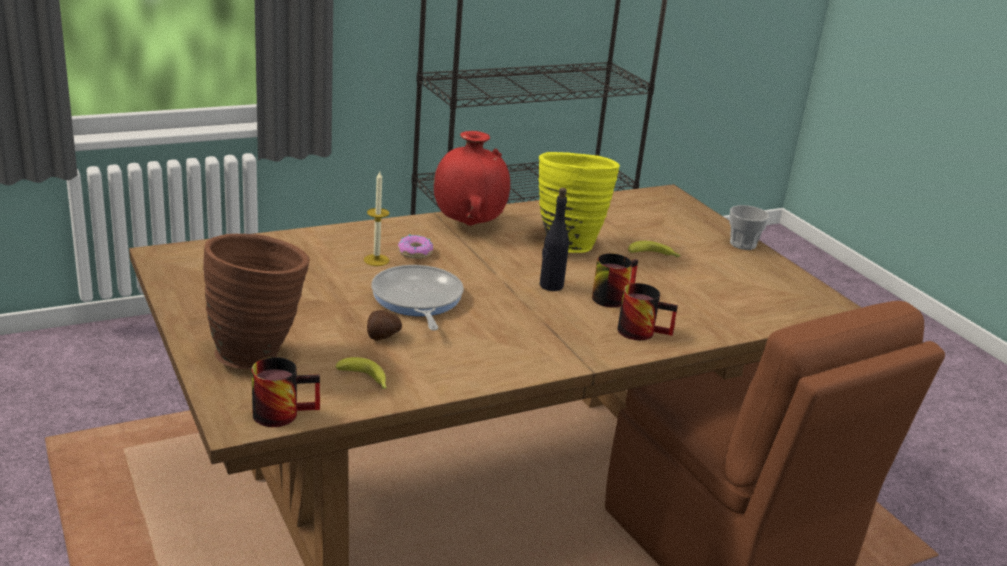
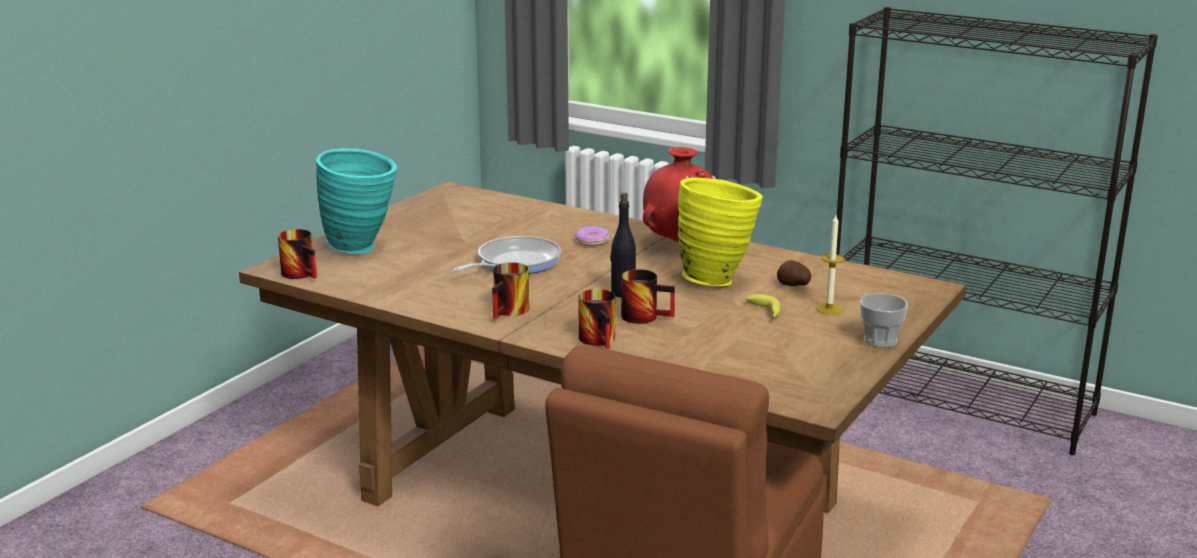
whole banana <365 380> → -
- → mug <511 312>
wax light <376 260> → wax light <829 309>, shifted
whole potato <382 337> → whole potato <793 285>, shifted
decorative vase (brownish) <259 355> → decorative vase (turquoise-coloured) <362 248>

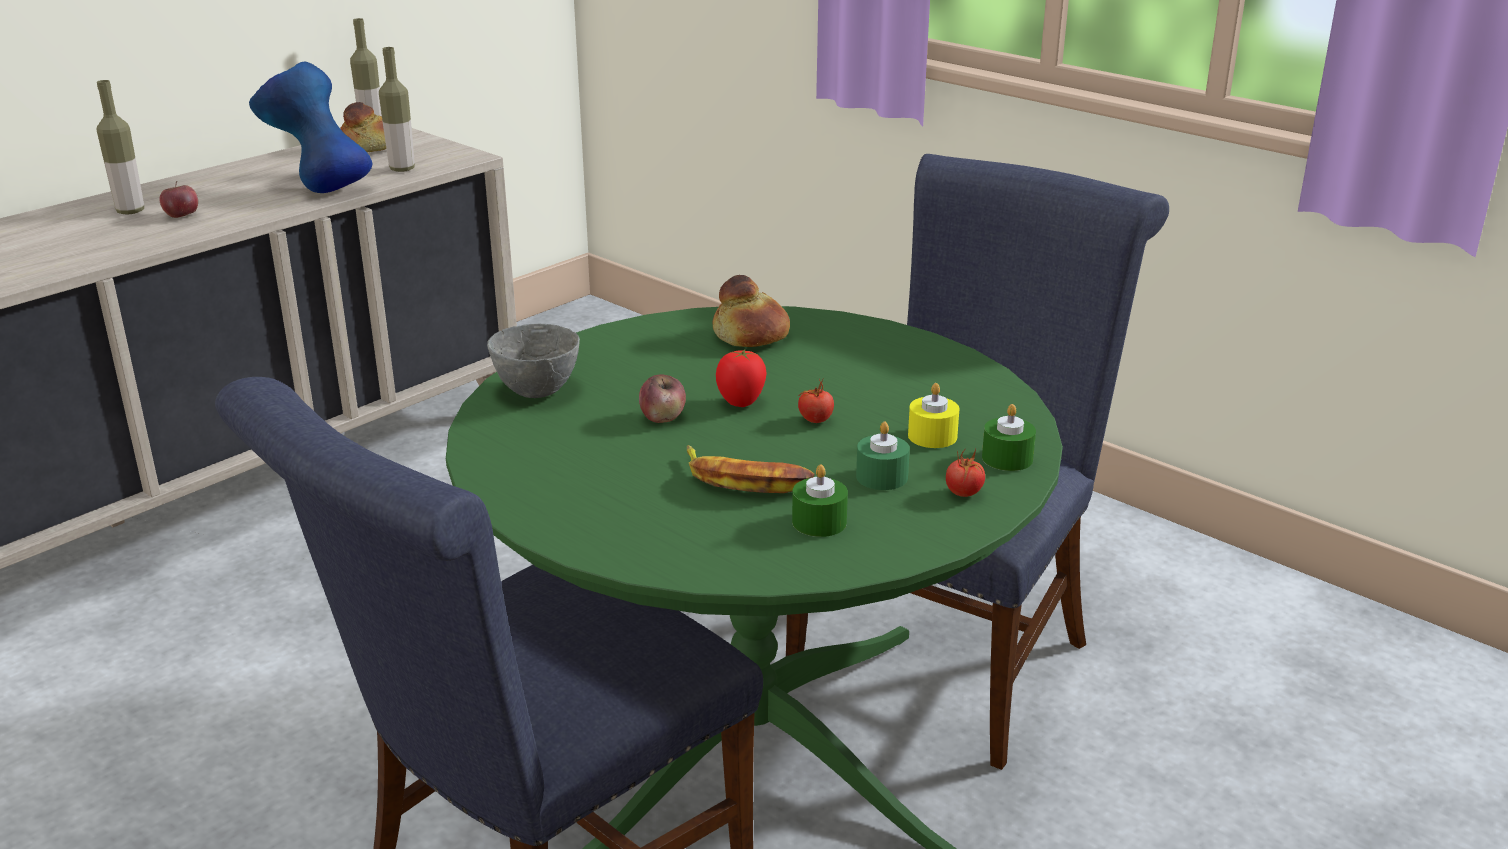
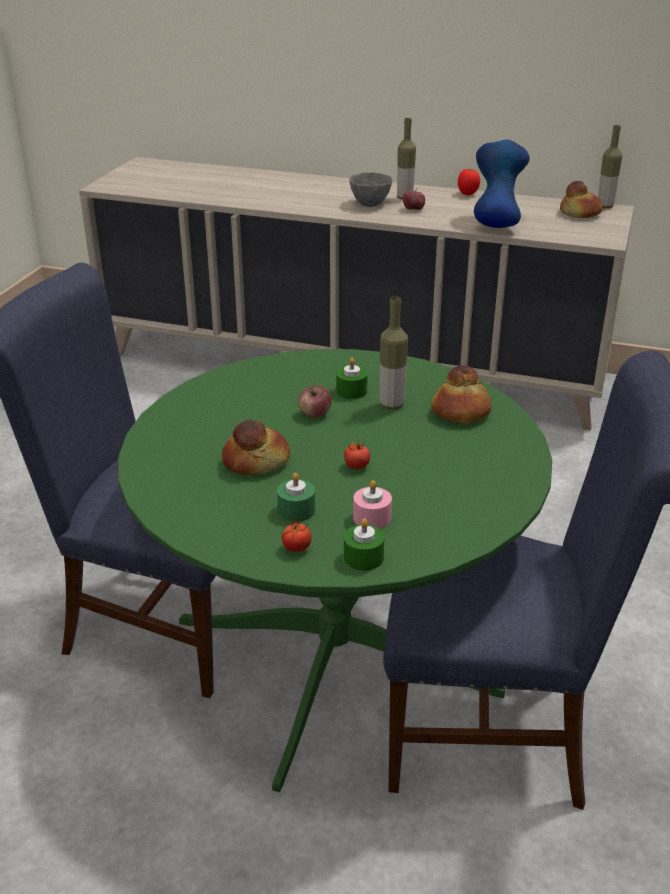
drink bottle <402 169> → drink bottle <391 405>, shifted
serving bowl (greyish) <535 391> → serving bowl (greyish) <369 204>, shifted
fresh tomato <741 403> → fresh tomato <467 194>, shifted
wax light (green-coloured) <819 522> → wax light (green-coloured) <351 391>, shifted
whole banana <745 479> → baked bread <256 461>
wax light (yellowish) <932 436> → wax light (pinkish) <372 518>

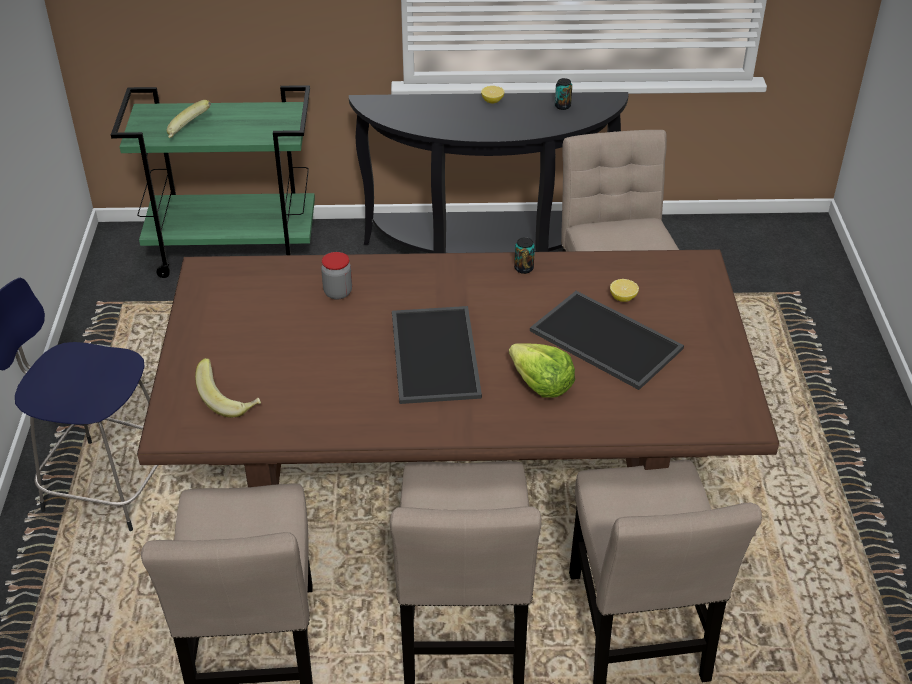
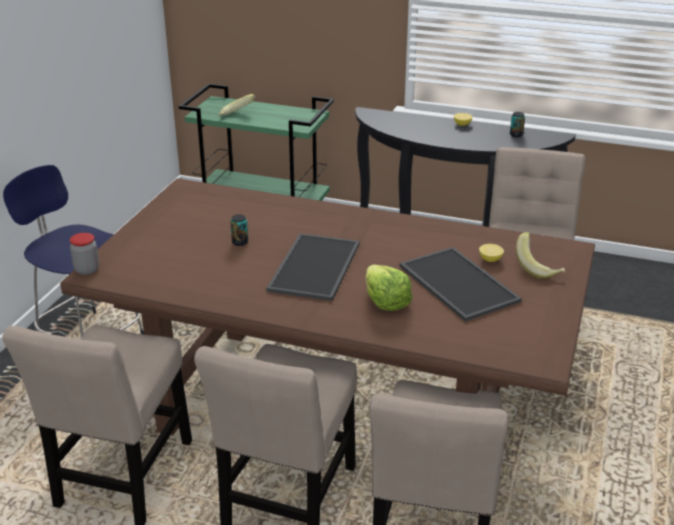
whole banana <230 400> → whole banana <538 268>, shifted
jar <338 292> → jar <87 269>, shifted
sealed can <523 268> → sealed can <240 242>, shifted

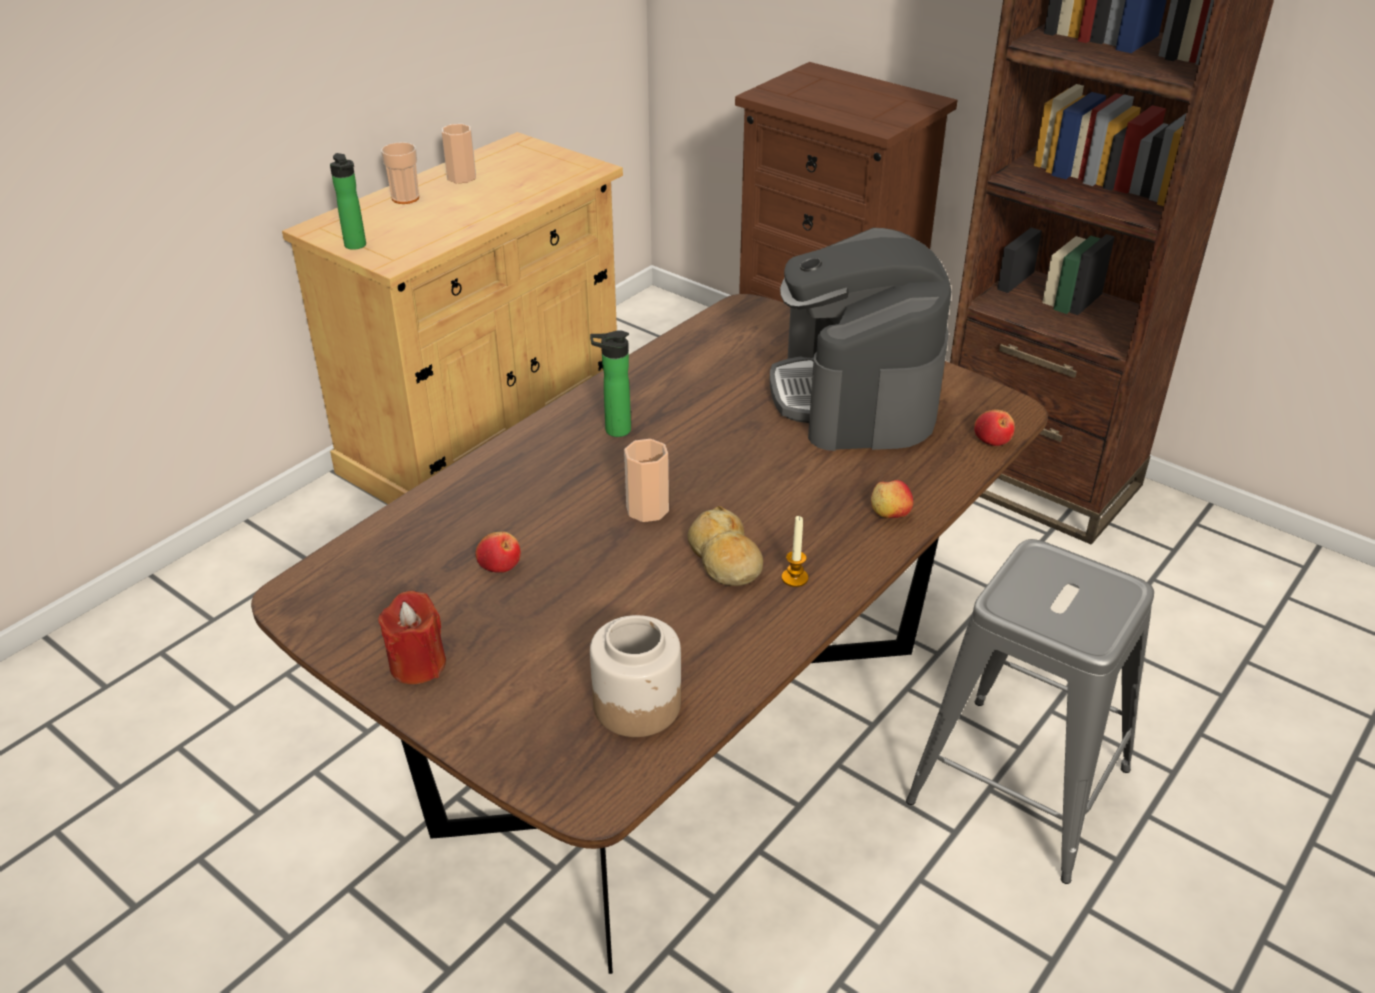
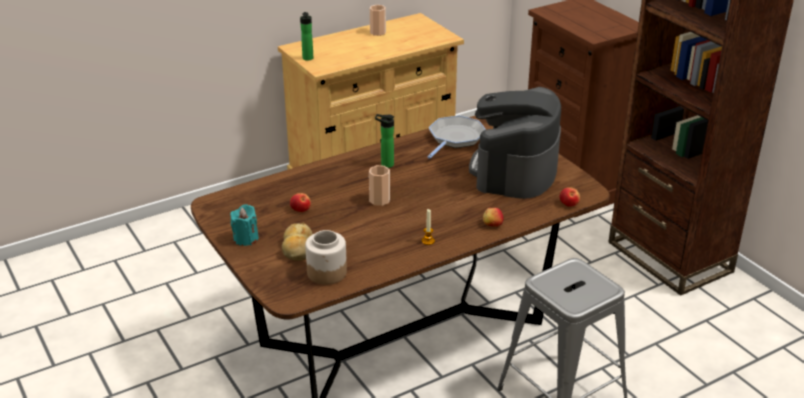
cup <405 198> → -
- → skillet <455 138>
baked bread <724 560> → baked bread <297 248>, shifted
wax light (red) <417 664> → wax light (turquoise-coloured) <246 239>

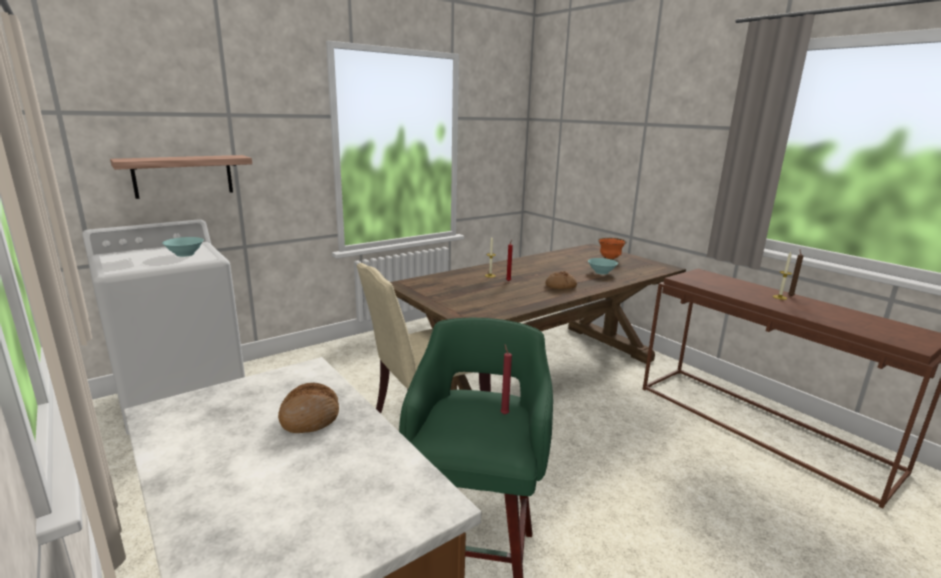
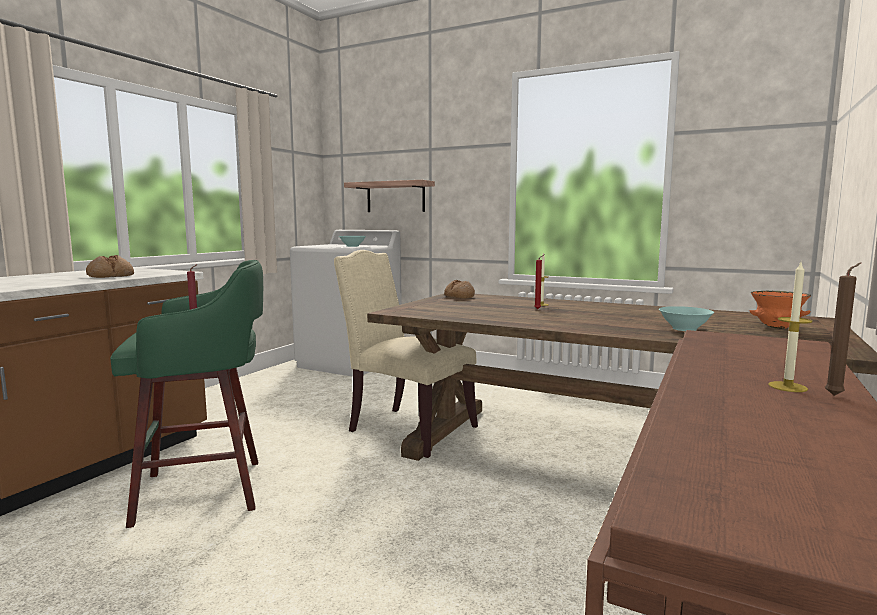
baked bread <560 286> → baked bread <459 297>, shifted

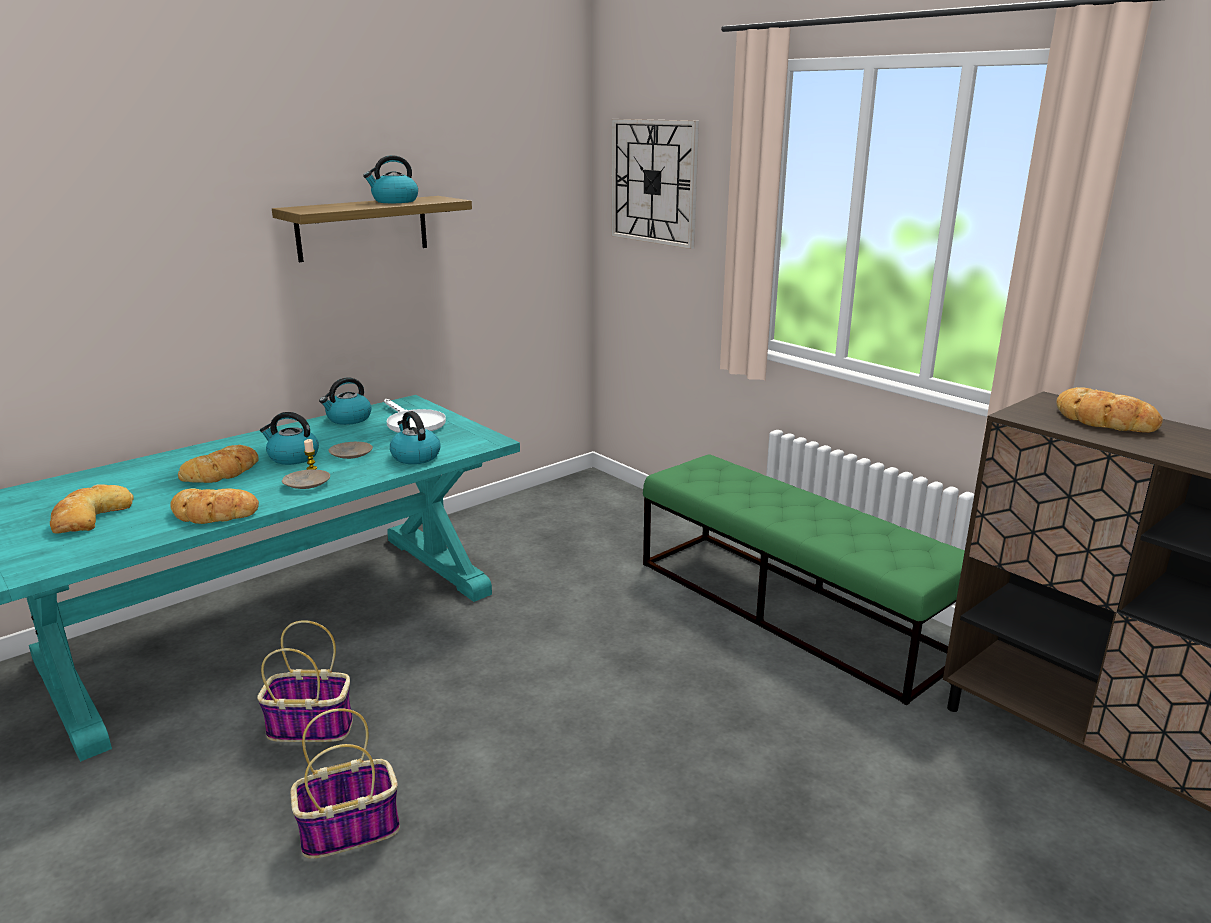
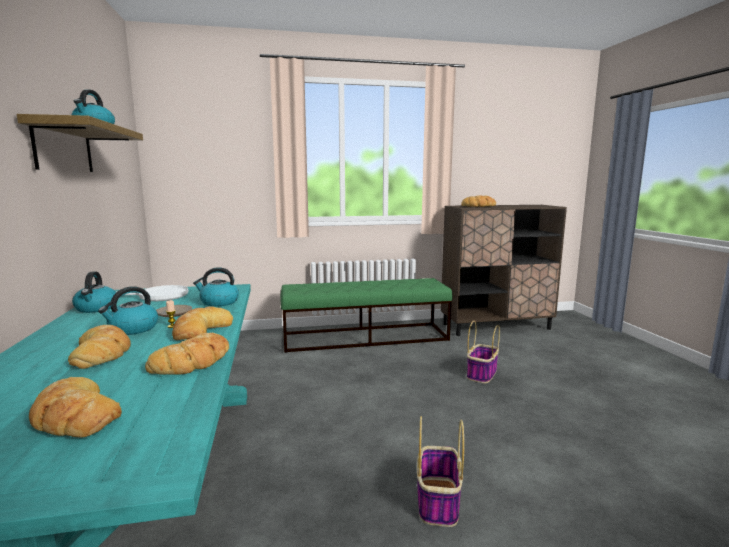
wall clock <654 182> → -
basket <312 727> → basket <481 374>, shifted
flat dish (sand-coloured) <306 484> → baked bread <201 330>

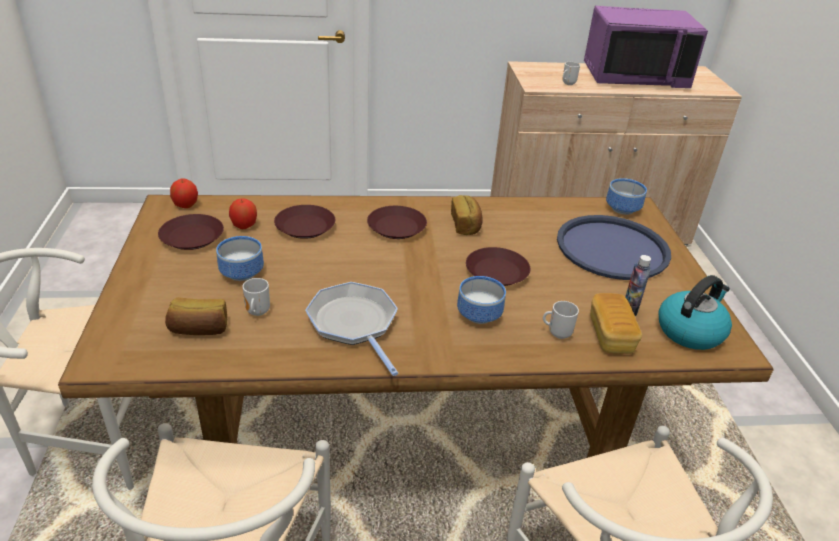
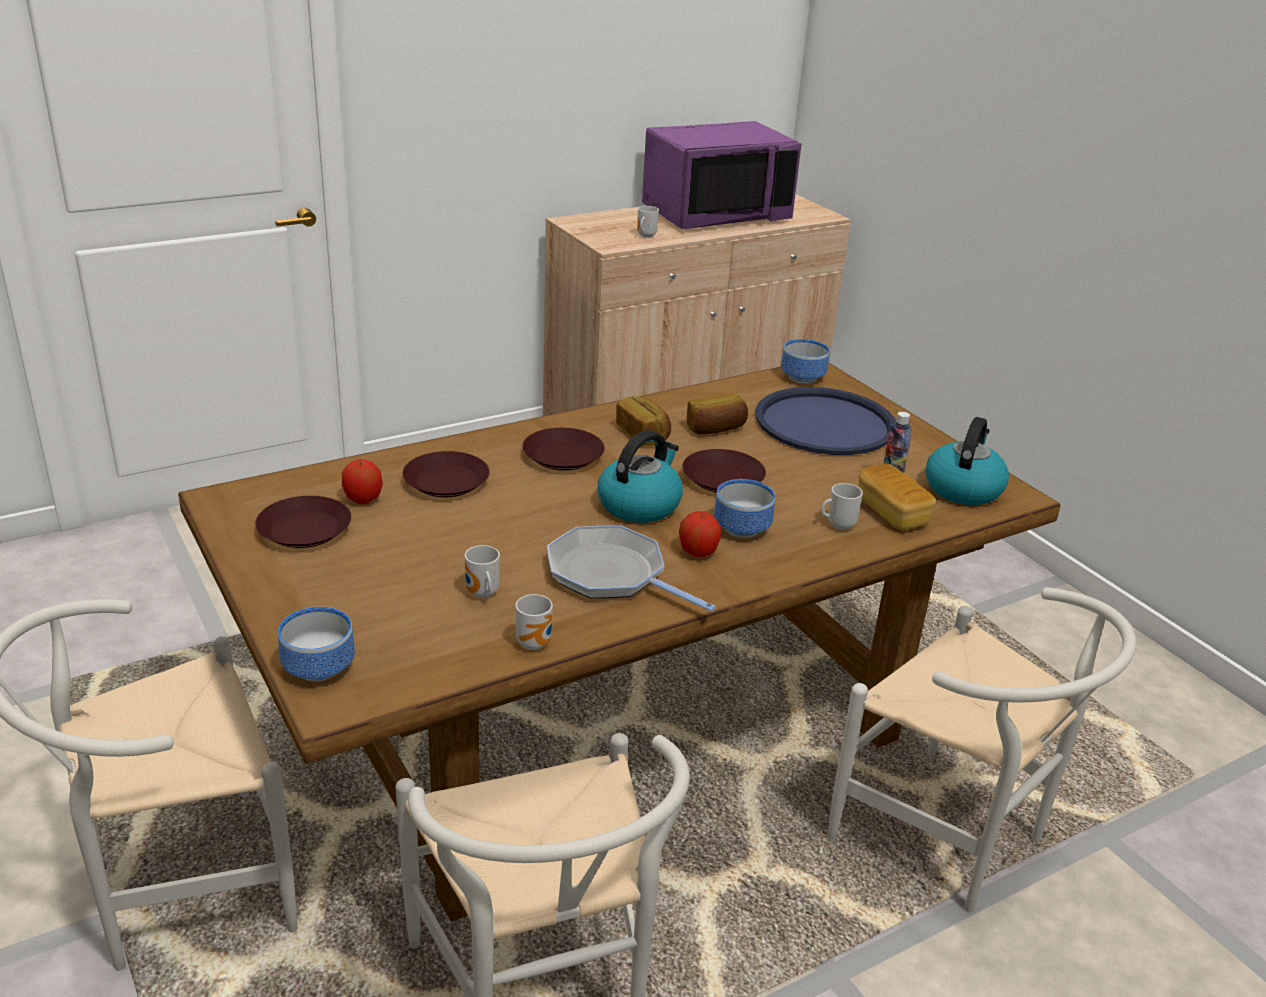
- → mug <536 643>
- → kettle <639 504>
baked bread <199 329> → baked bread <716 429>, shifted
apple fruit <186 205> → apple fruit <698 552>, shifted
serving bowl <241 274> → serving bowl <319 670>, shifted

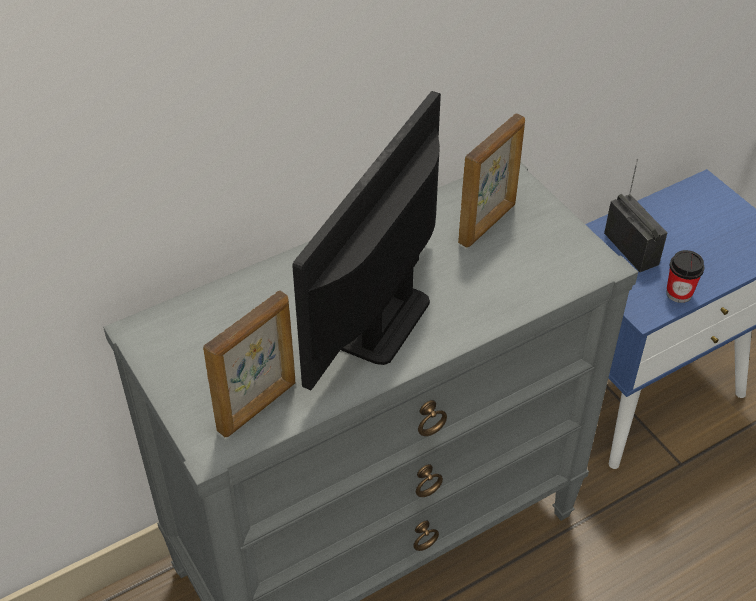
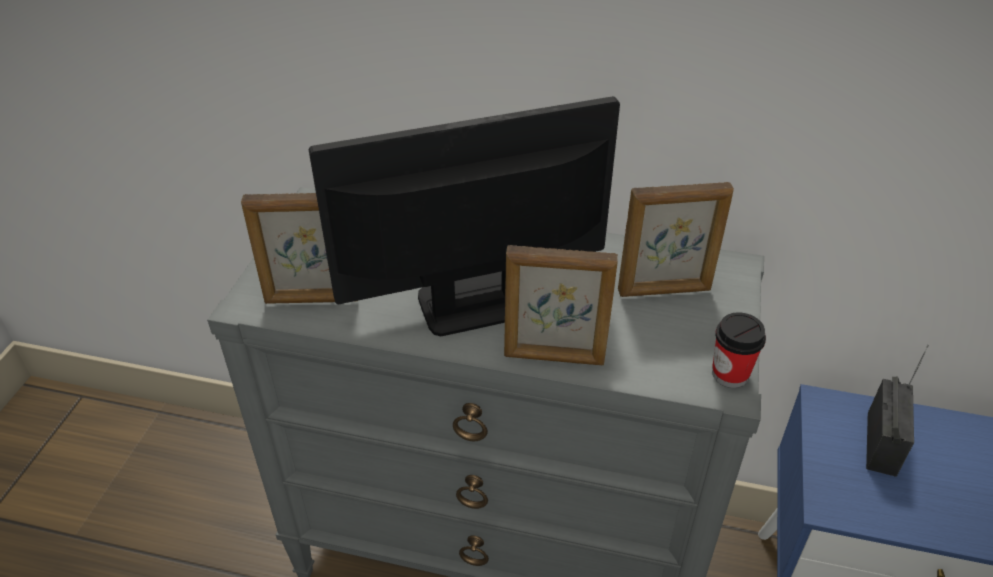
- → standing frame <554 357>
cup <679 293> → cup <730 374>, shifted

